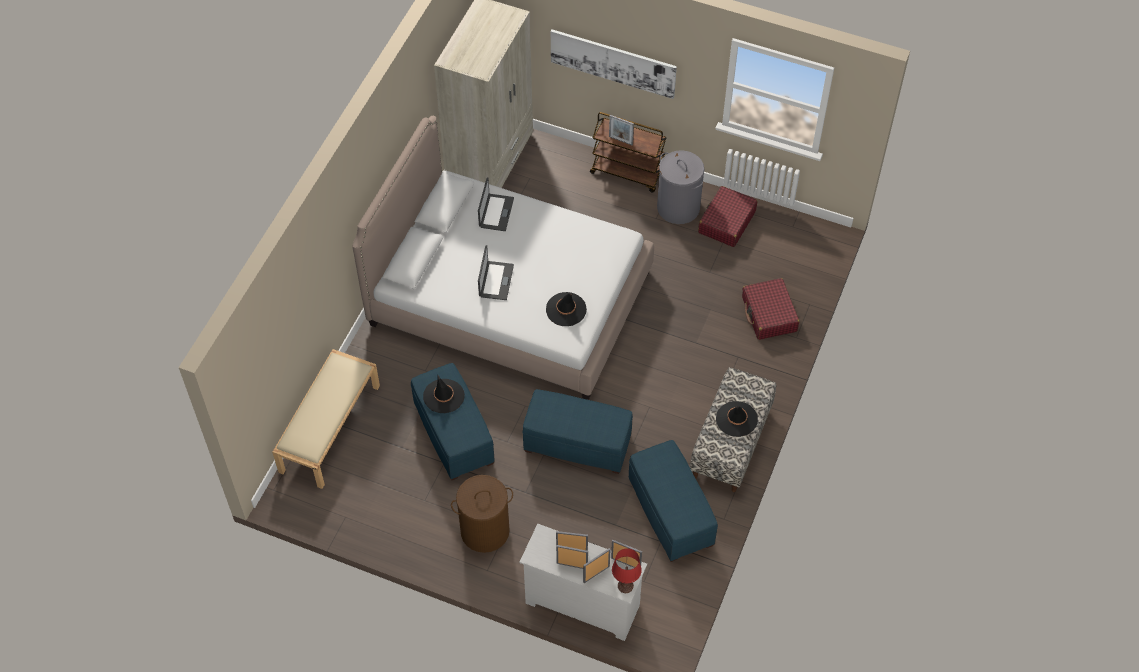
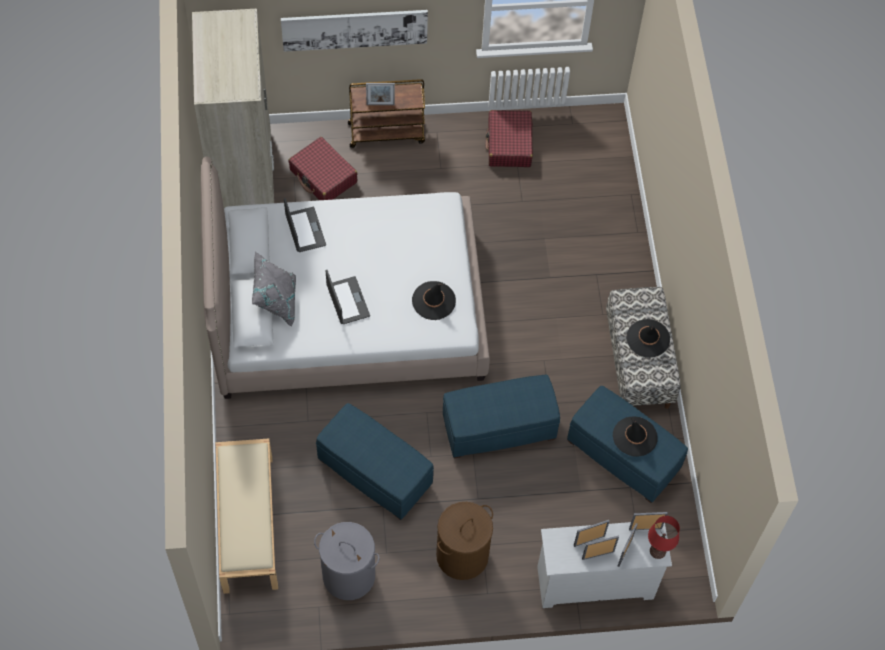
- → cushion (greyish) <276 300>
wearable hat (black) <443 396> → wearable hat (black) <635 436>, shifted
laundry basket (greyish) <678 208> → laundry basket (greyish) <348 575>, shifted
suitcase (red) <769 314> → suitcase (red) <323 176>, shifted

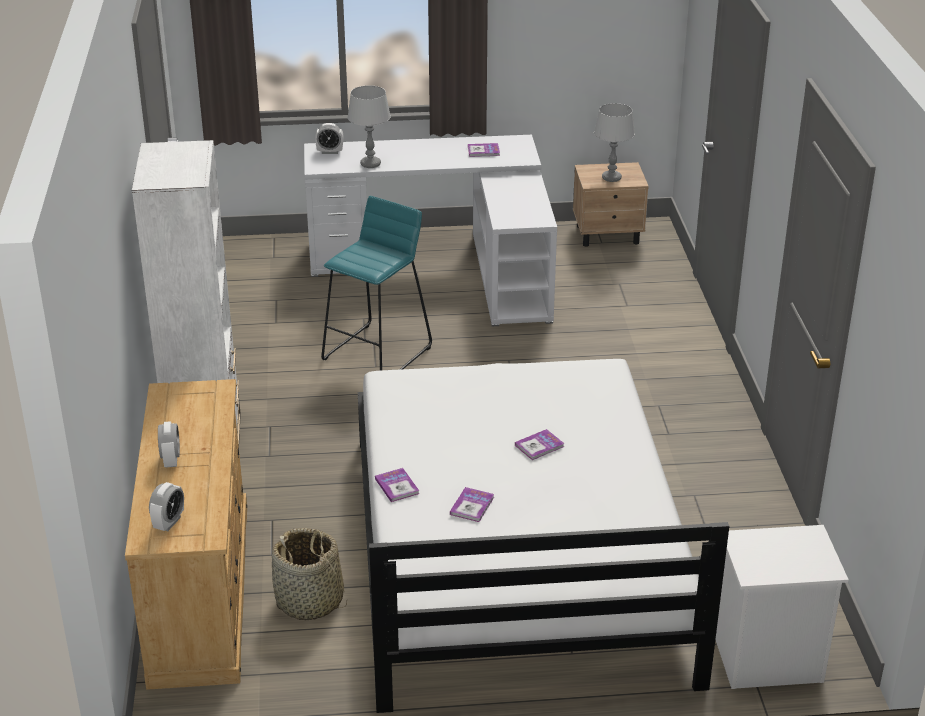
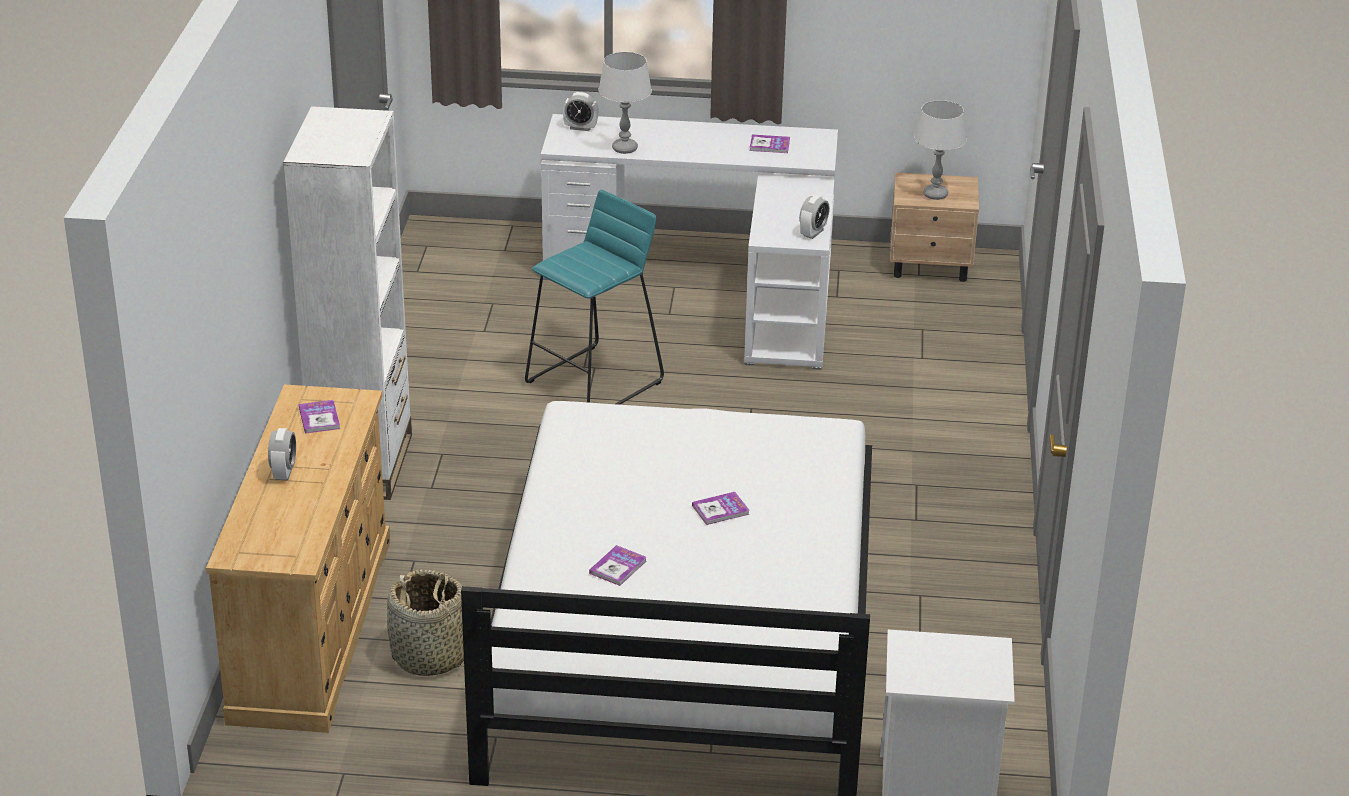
bedside clock <169 522> → bedside clock <813 233>, shifted
volume <397 486> → volume <319 418>, shifted

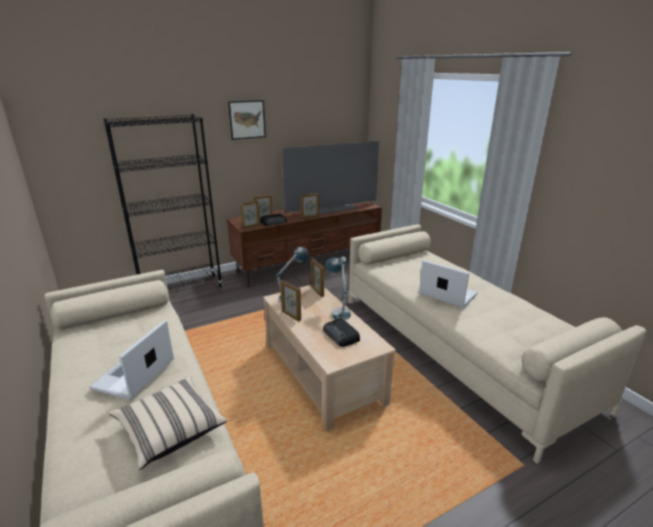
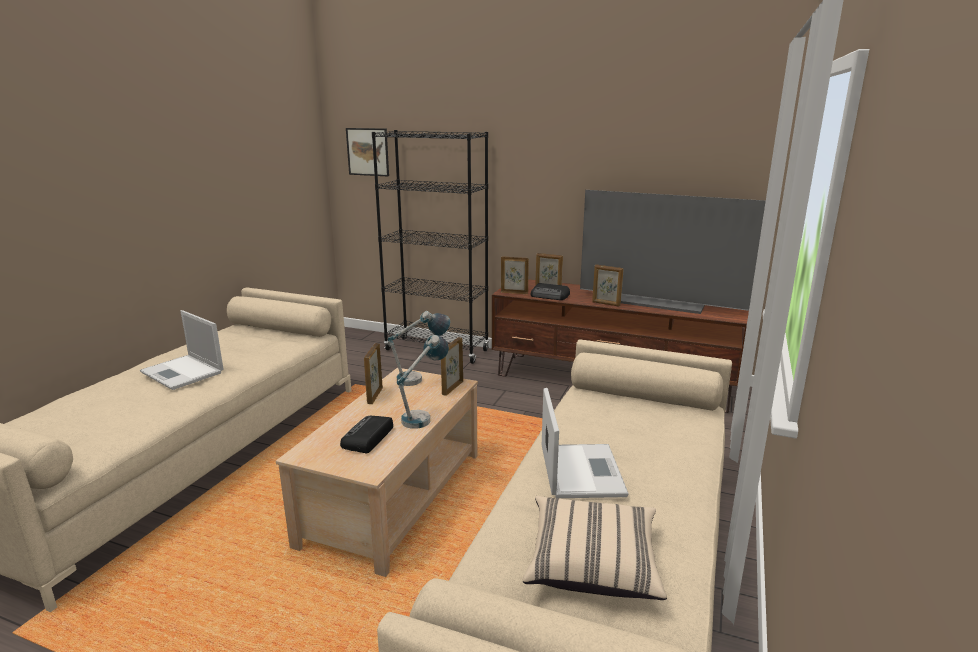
cushion (sand-coloured) <170 430> → cushion (sand-coloured) <592 564>, shifted
wall art <247 119> → wall art <368 152>, shifted
notebook computer <133 375> → notebook computer <183 372>, 120 degrees counterclockwise

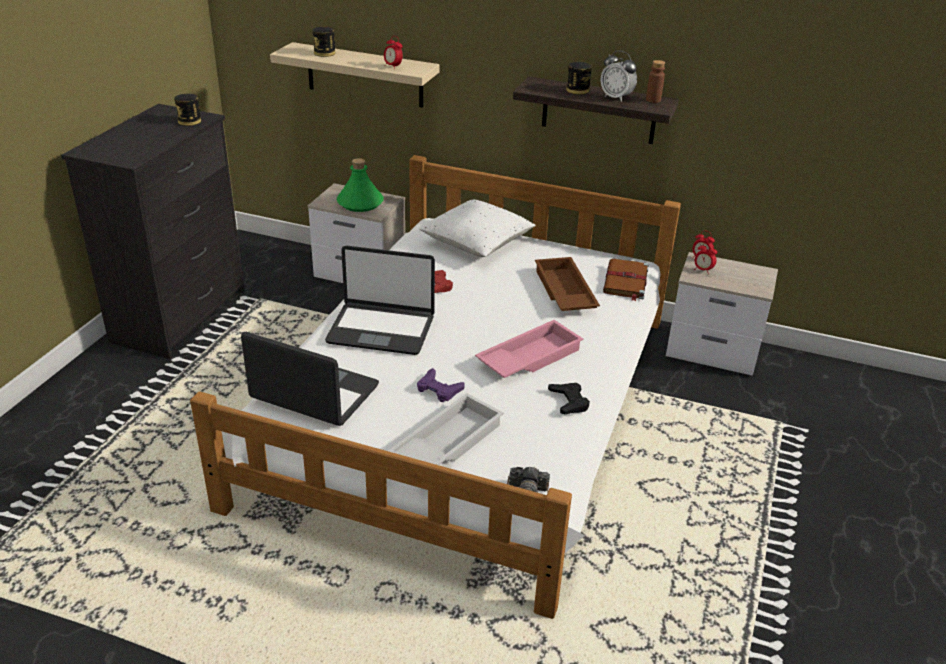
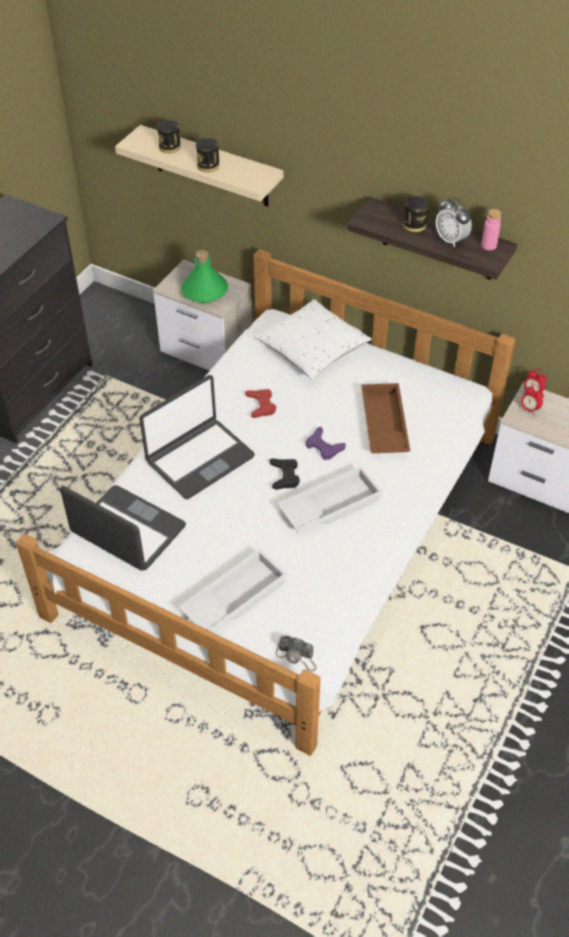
bedside clock <393 66> → -
volume (brownish) <625 282> → -
sealed can <189 121> → sealed can <208 165>, shifted
game controller (purplish) <439 389> → game controller (purplish) <323 447>, shifted
game controller (black) <569 401> → game controller (black) <284 476>, shifted
tray (pinkish) <528 357> → tray (whitish) <329 505>
drink bottle (brownish) <653 100> → drink bottle (pinkish) <488 245>
notebook computer <381 329> → notebook computer <199 459>, 60 degrees counterclockwise

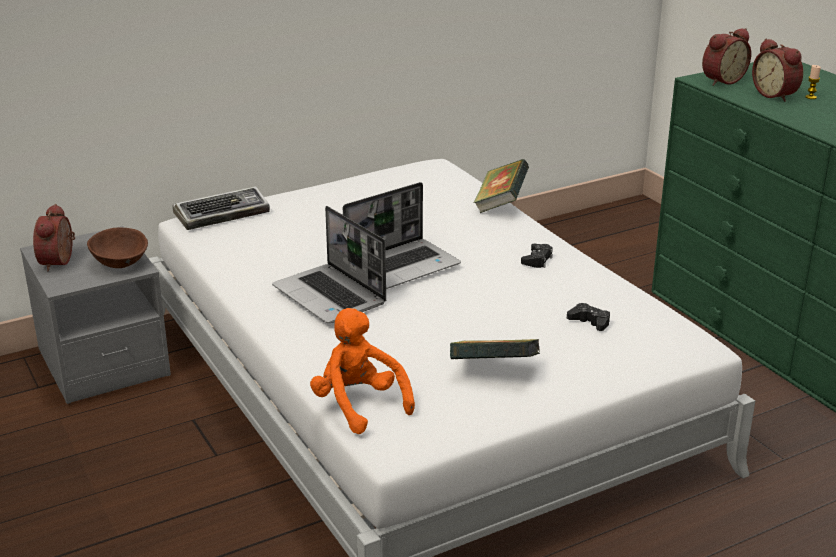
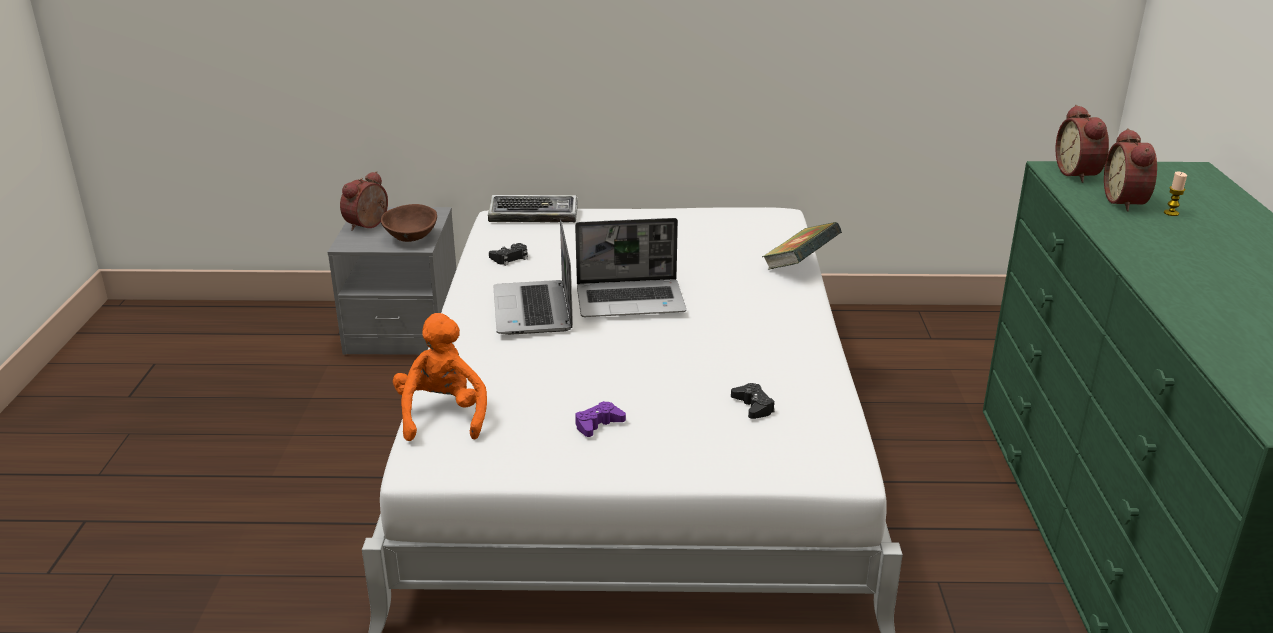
game controller (black) <537 260> → game controller (black) <510 258>, shifted
volume <494 371> → game controller (purplish) <598 424>
bedside clock <721 80> → bedside clock <1079 174>, 90 degrees clockwise

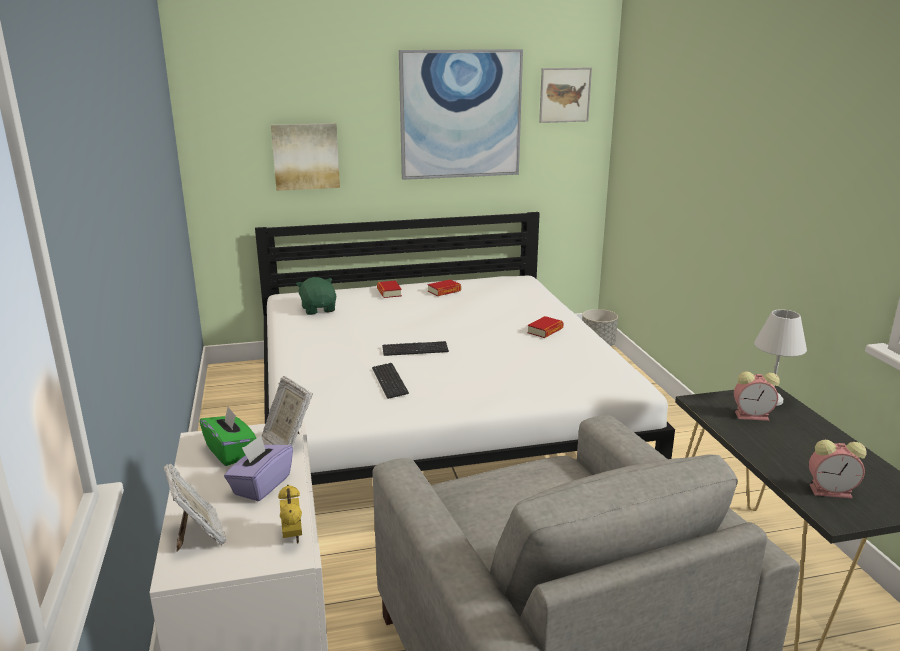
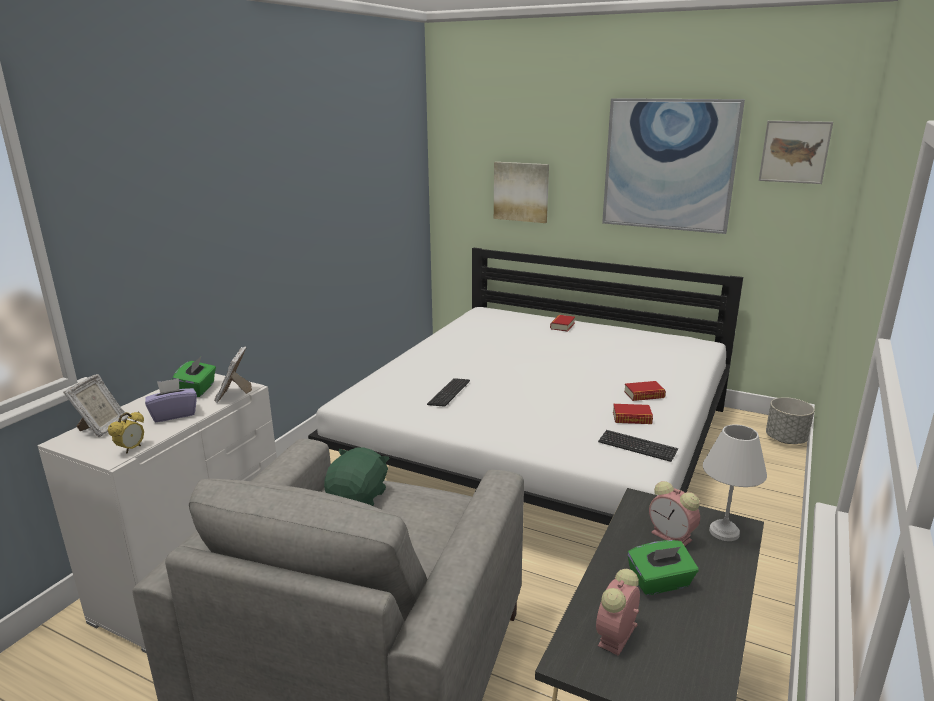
- → tissue holder (green-coloured) <660 582>
cuddly toy (green-coloured) <319 309> → cuddly toy (green-coloured) <358 497>, shifted
keyboard <415 350> → keyboard <637 447>, shifted
volume <444 291> → volume <632 418>, shifted
bedside clock <832 491> → bedside clock <616 638>, 75 degrees clockwise

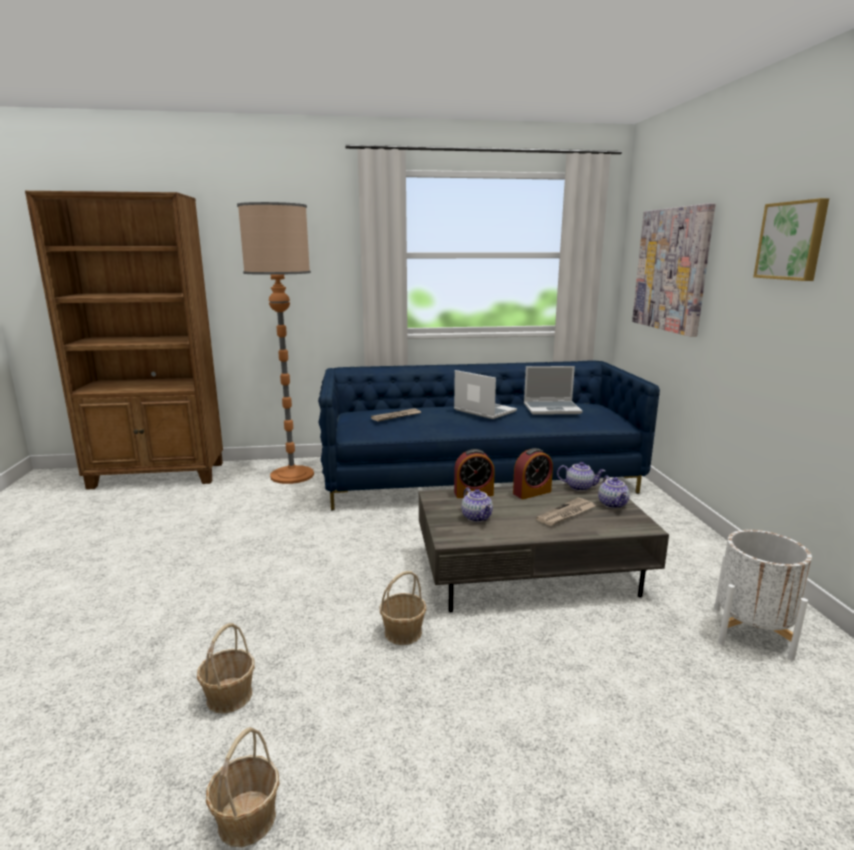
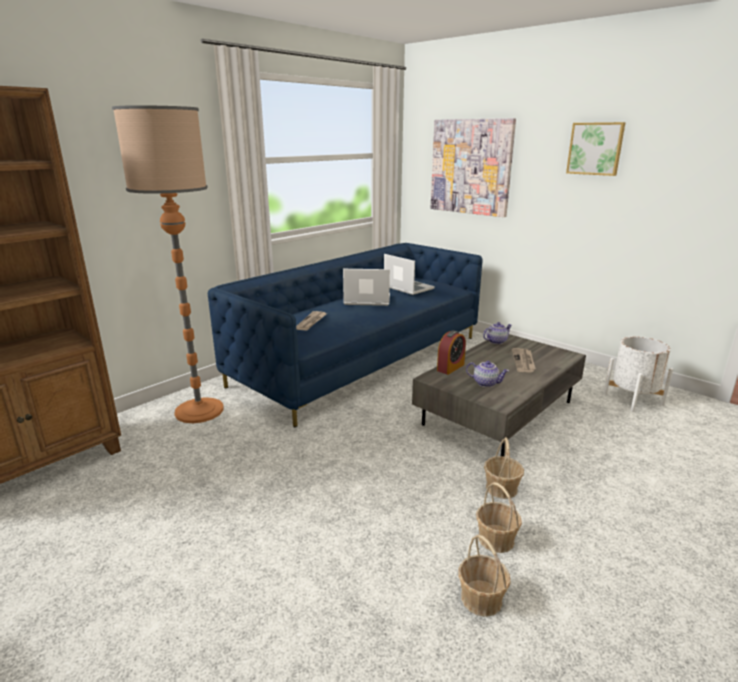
bedside clock <532 492> → -
pot for tea <613 504> → -
basket <246 819> → basket <496 539>, shifted
notebook computer <552 409> → notebook computer <407 288>, 90 degrees counterclockwise

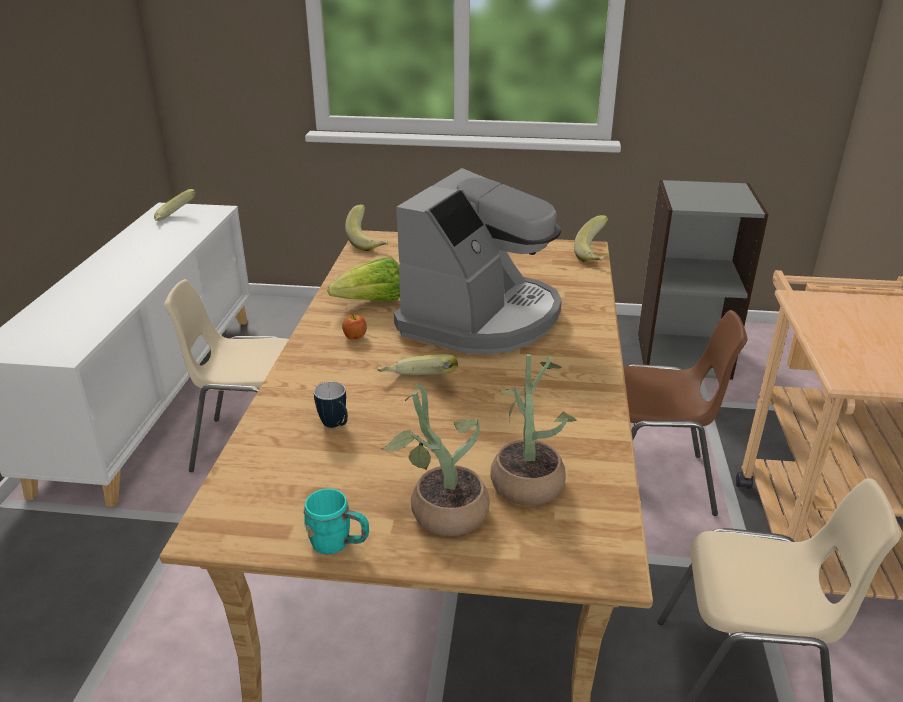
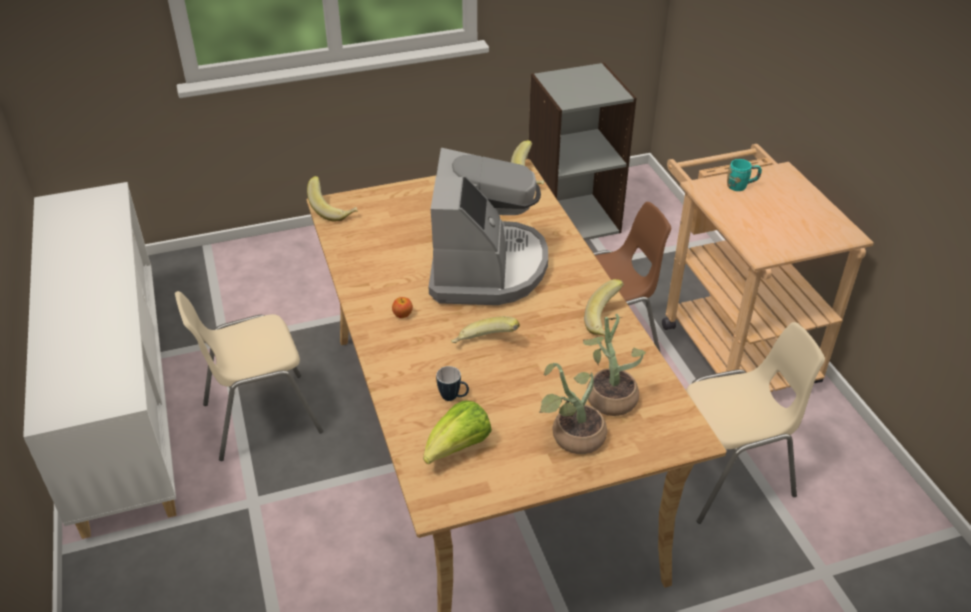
whole banana <176 218> → whole banana <607 323>, shifted
mug (turquoise-coloured) <338 544> → mug (turquoise-coloured) <741 186>, shifted
head of lettuce <372 303> → head of lettuce <458 448>, shifted

